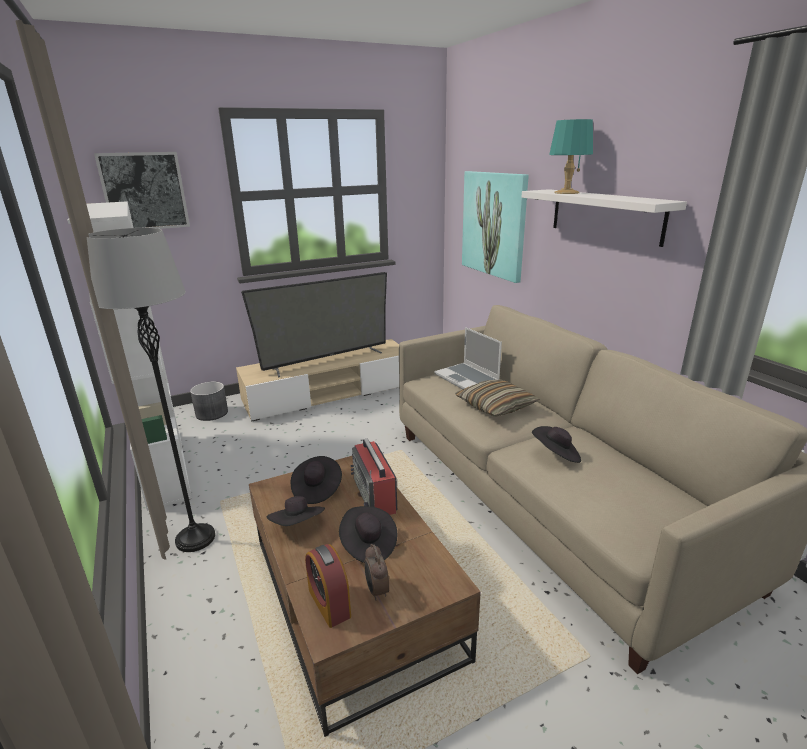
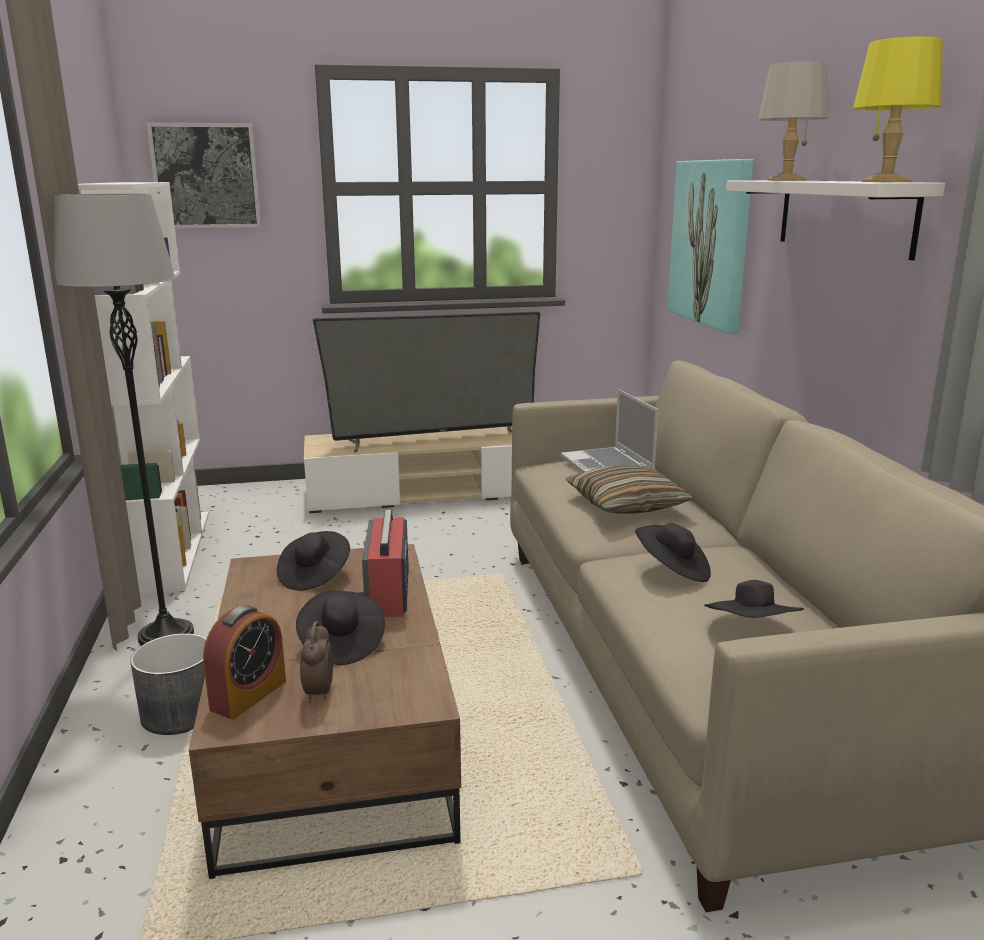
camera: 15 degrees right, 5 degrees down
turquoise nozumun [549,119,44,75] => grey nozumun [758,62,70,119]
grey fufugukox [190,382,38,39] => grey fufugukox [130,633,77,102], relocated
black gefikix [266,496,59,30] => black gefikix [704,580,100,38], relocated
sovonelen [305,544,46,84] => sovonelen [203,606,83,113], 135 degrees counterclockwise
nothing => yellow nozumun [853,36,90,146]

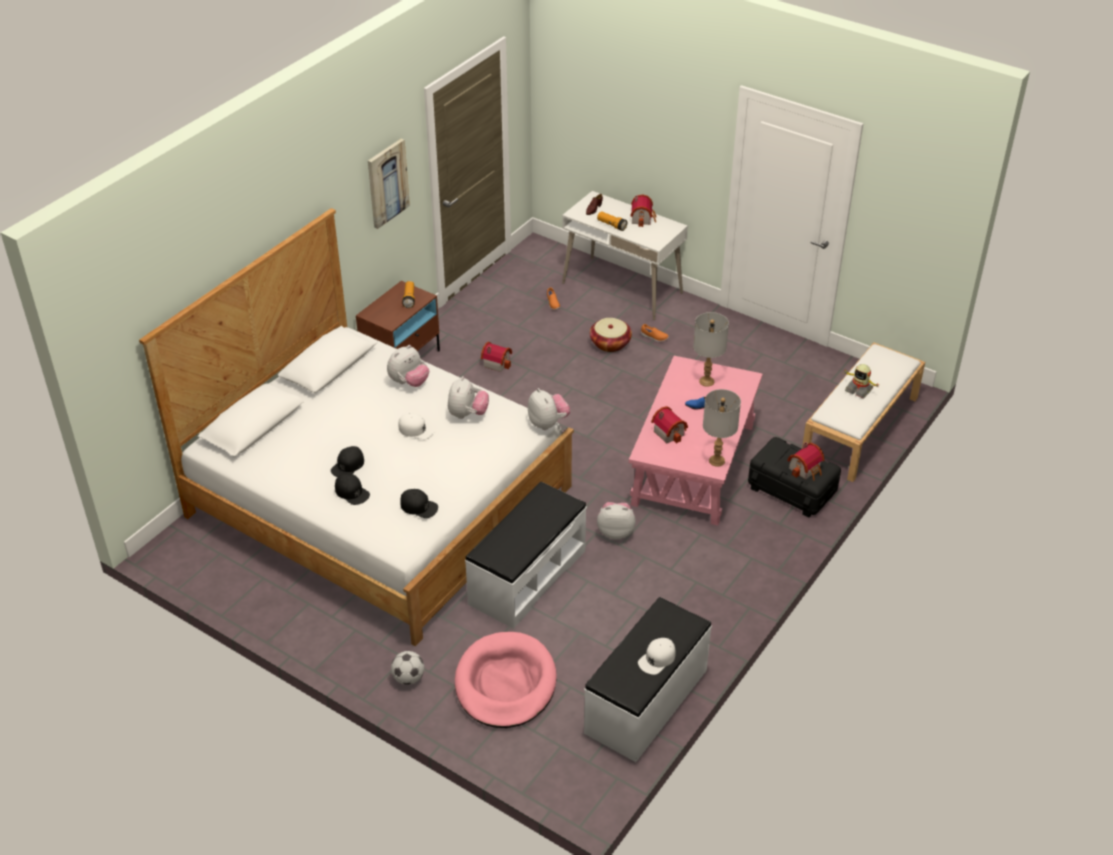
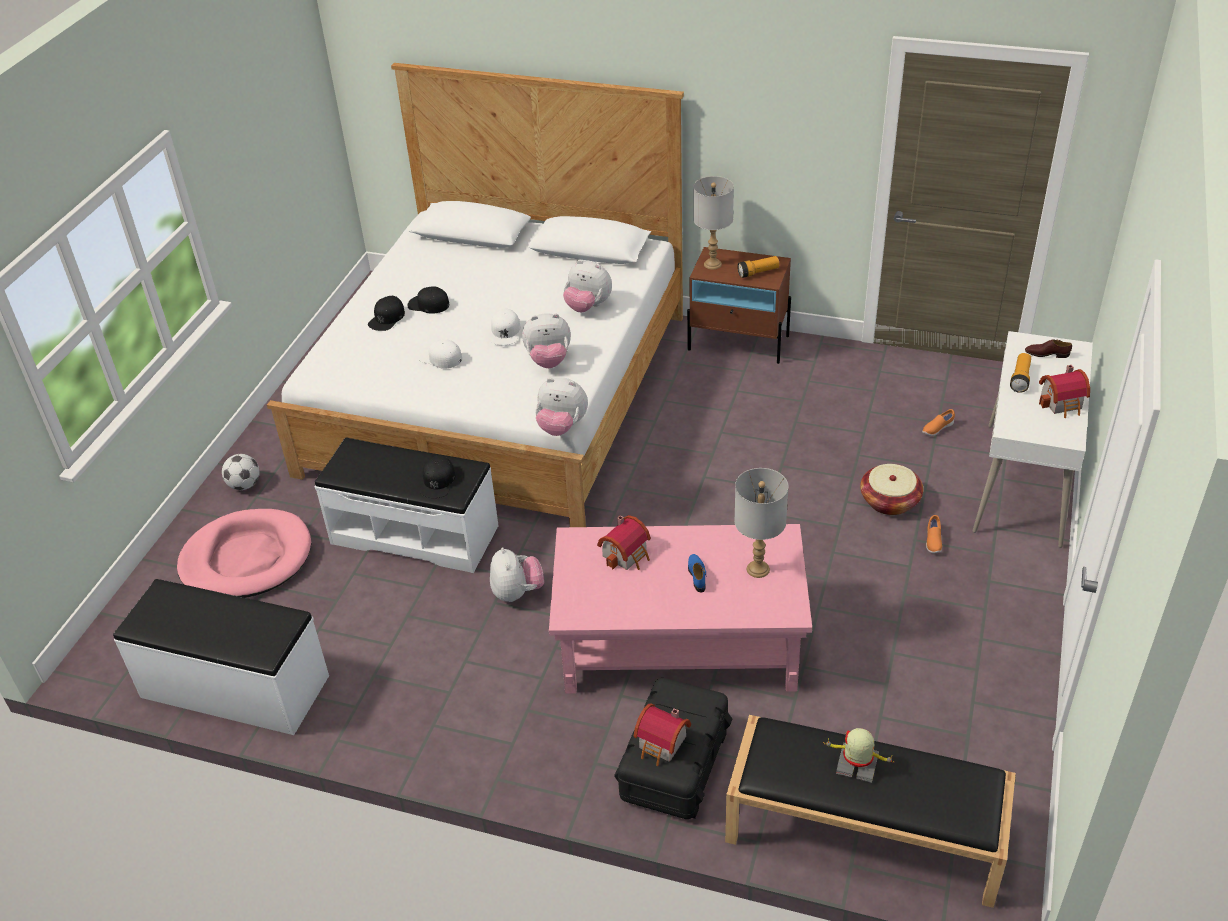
camera: 75 degrees right, 0 degrees up
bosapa [368,139,42,90] => nothing
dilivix [481,342,31,30] => nothing
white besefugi [802,343,123,139] => black besefugi [725,715,291,193]
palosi [845,364,34,35] => palosi [823,728,72,55], 90 degrees clockwise
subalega [528,388,42,42] => subalega [535,377,53,59], 60 degrees clockwise
grey nozumun [703,389,38,78] => grey nozumun [693,176,41,94], relocated
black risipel [401,489,37,29] => black risipel [420,455,36,43], relocated
white risipel [638,638,38,37] => white risipel [419,339,43,29], relocated

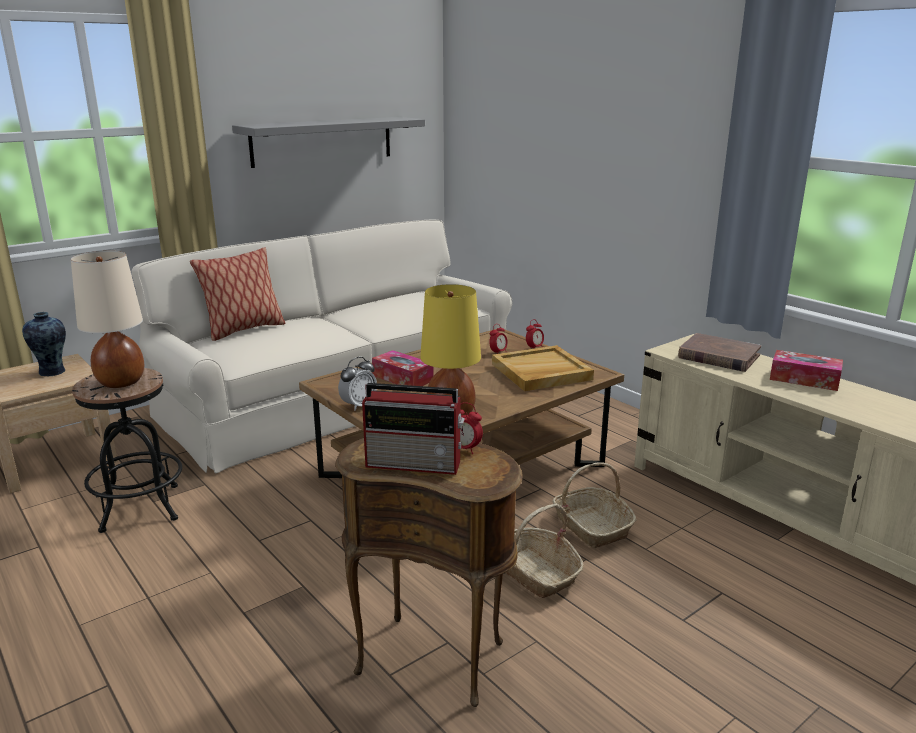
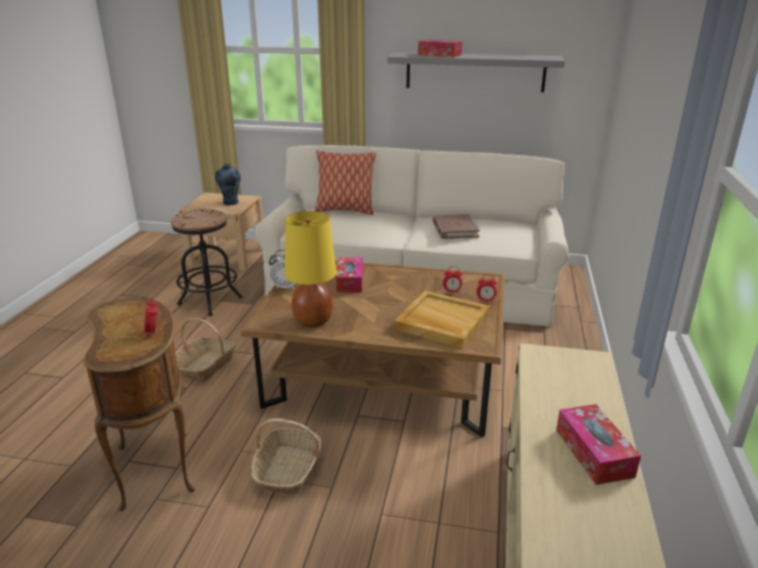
camera: 50 degrees right, 5 degrees up
beige nozumun [71,251,73,137] => nothing
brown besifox [678,333,83,39] => brown besifox [433,214,47,25], relocated
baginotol [362,383,103,92] => nothing
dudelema [552,463,85,85] => dudelema [175,318,61,64], relocated
nothing => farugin [418,39,44,18]

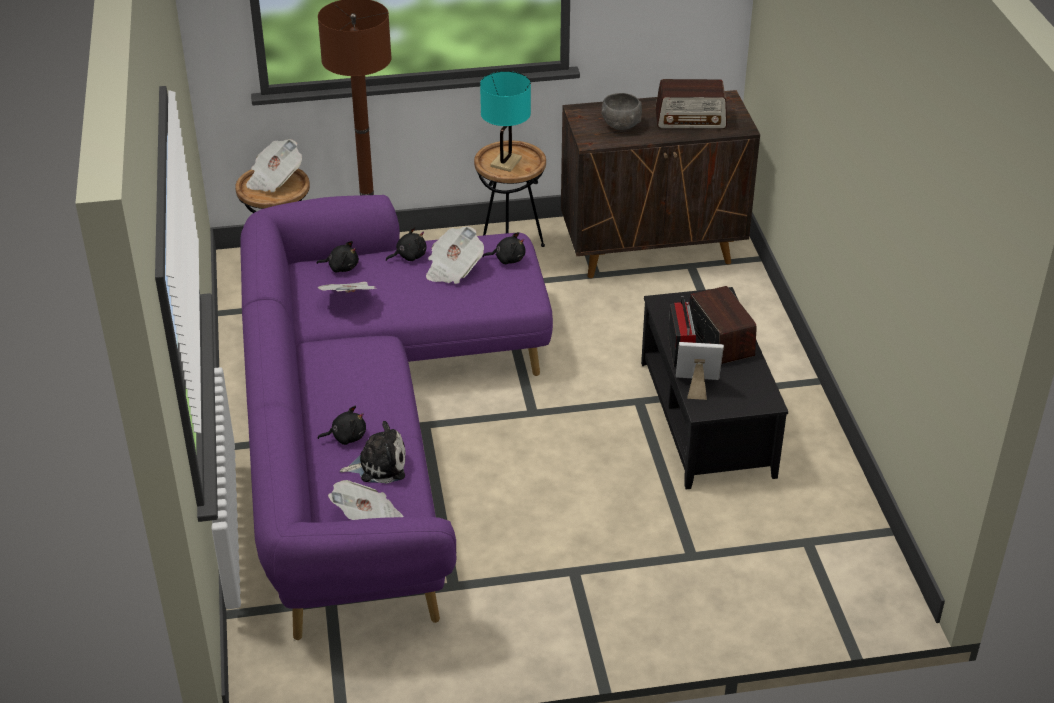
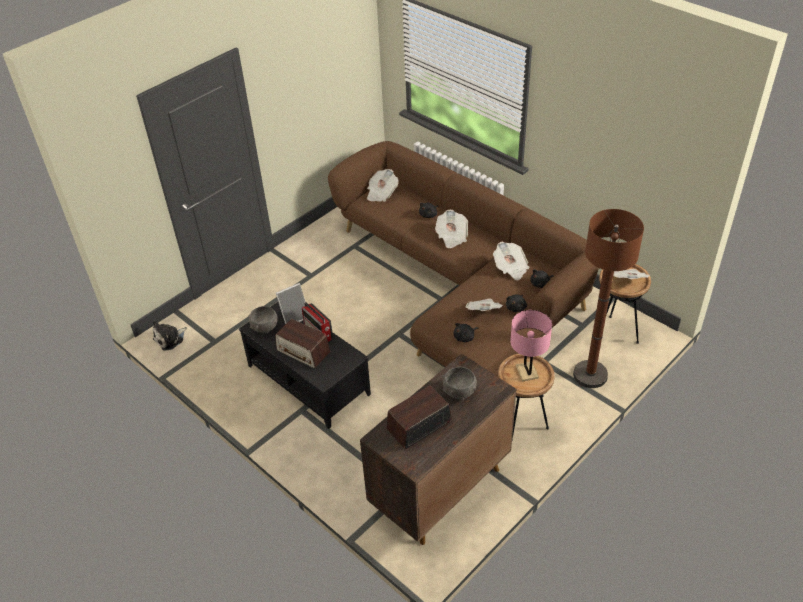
camera: 145 degrees right, 5 degrees up
turquoise nozumun [480,71,51,101] => pink nozumun [510,310,42,72]
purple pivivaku [240,195,313,445] => brown pivivaku [328,141,271,236]
subalega [340,421,66,63] => subalega [153,320,34,31], relocated
nothing => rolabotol [435,210,33,38]
nothing => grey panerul [248,306,30,27]

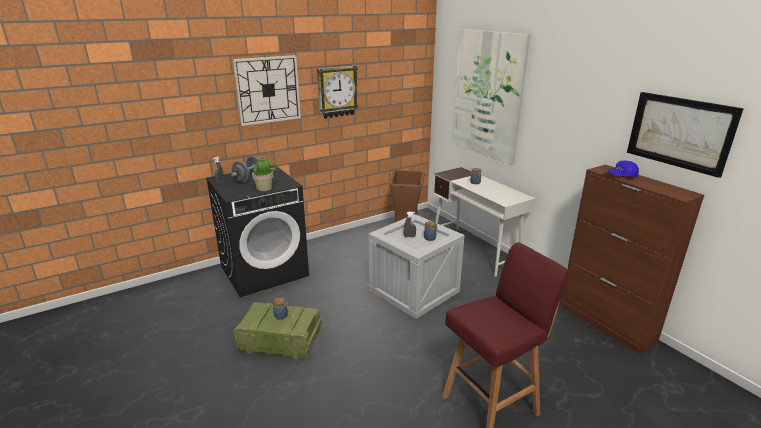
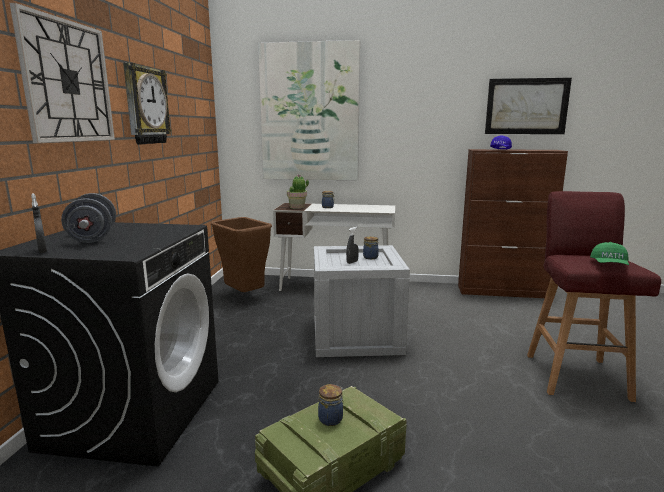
camera: 50 degrees left, 10 degrees down
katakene [252,157,25,34] => katakene [287,175,22,34], relocated
nothing => green risipel [590,242,39,23]

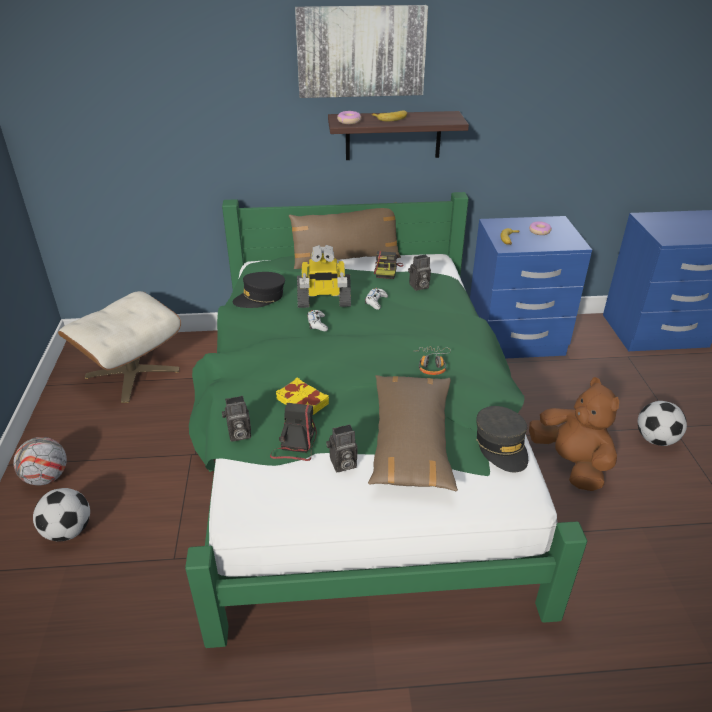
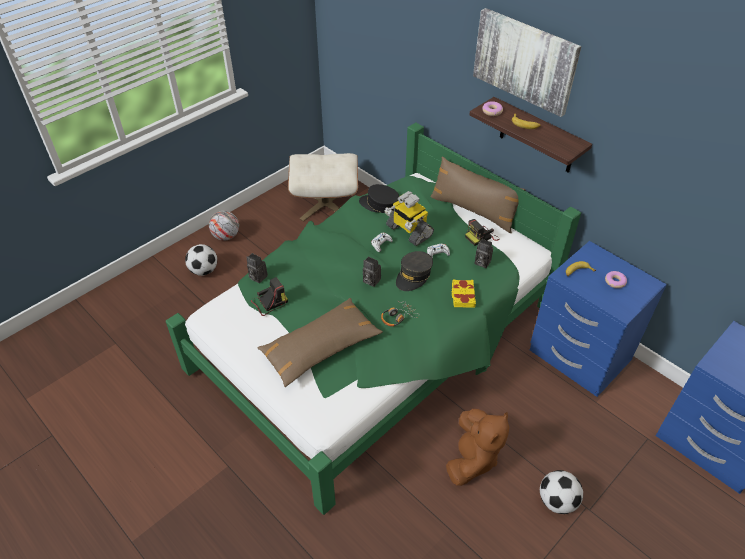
camera: 50 degrees right, 10 degrees up
yellow besifox [276,378,53,38] => yellow besifox [452,279,24,29], relocated
grey risipel [476,406,52,66] => grey risipel [396,251,37,40], relocated
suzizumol [326,424,31,48] => suzizumol [363,256,18,31], relocated

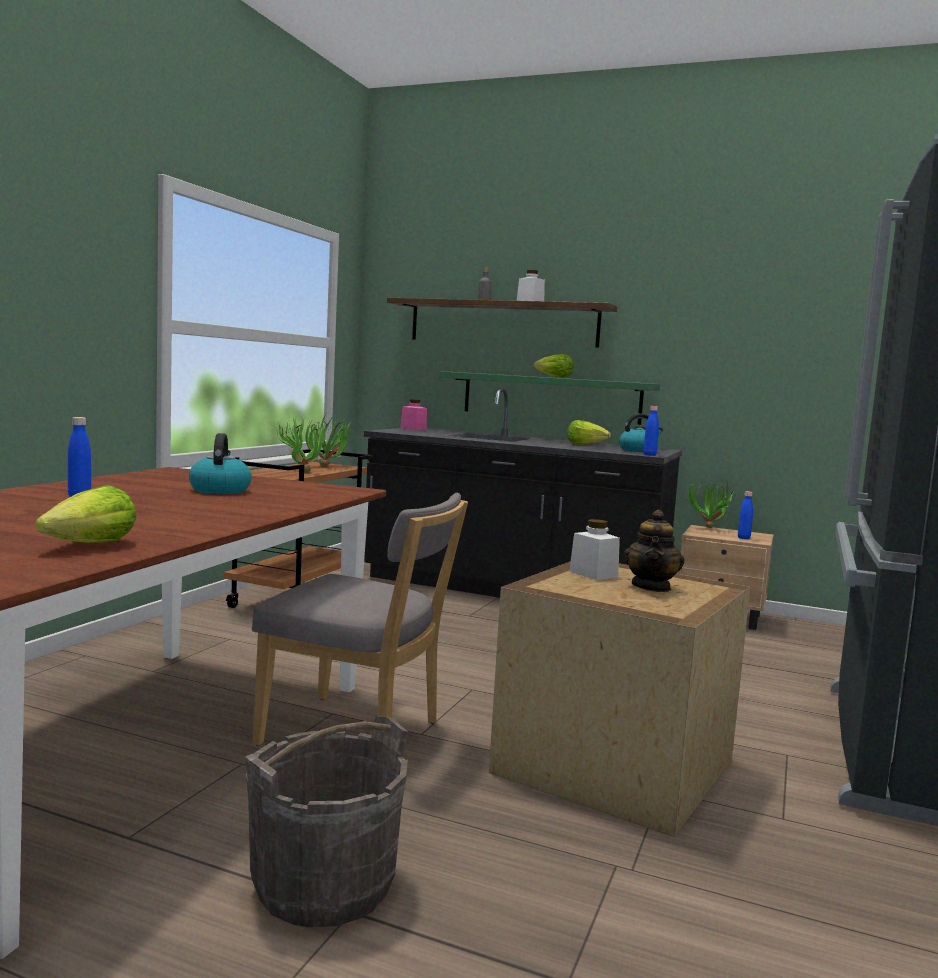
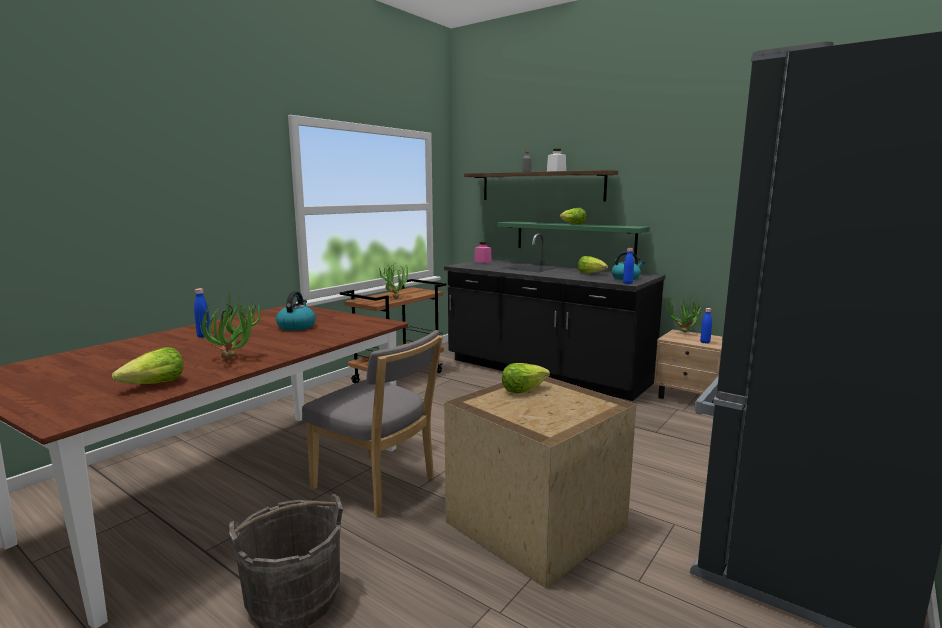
camera: 15 degrees right, 5 degrees up
katakene [306,413,46,53] => katakene [200,293,61,66], relocated
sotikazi [624,510,61,82] => nothing
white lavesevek [569,519,51,61] => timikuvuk [502,363,48,31]

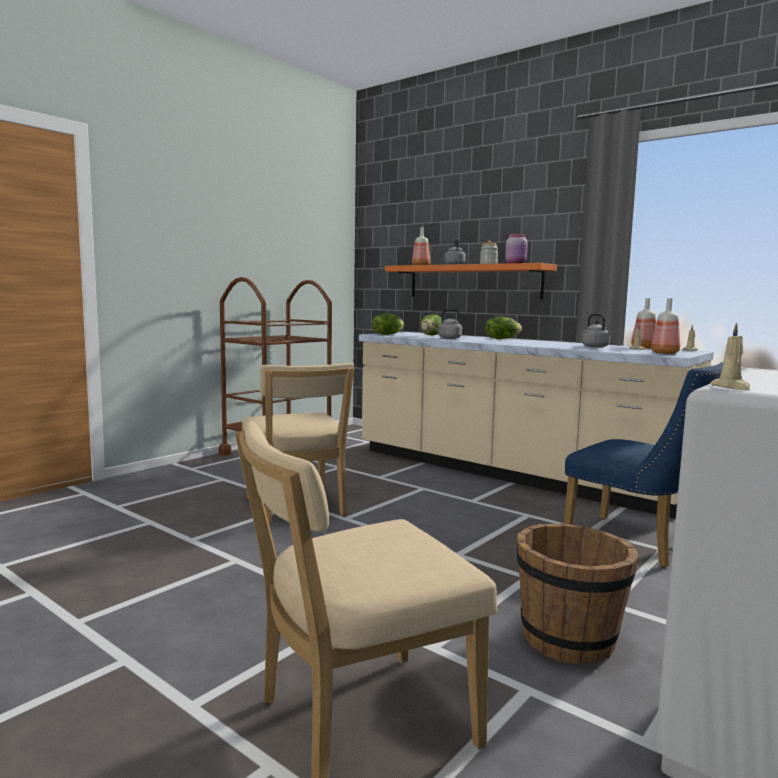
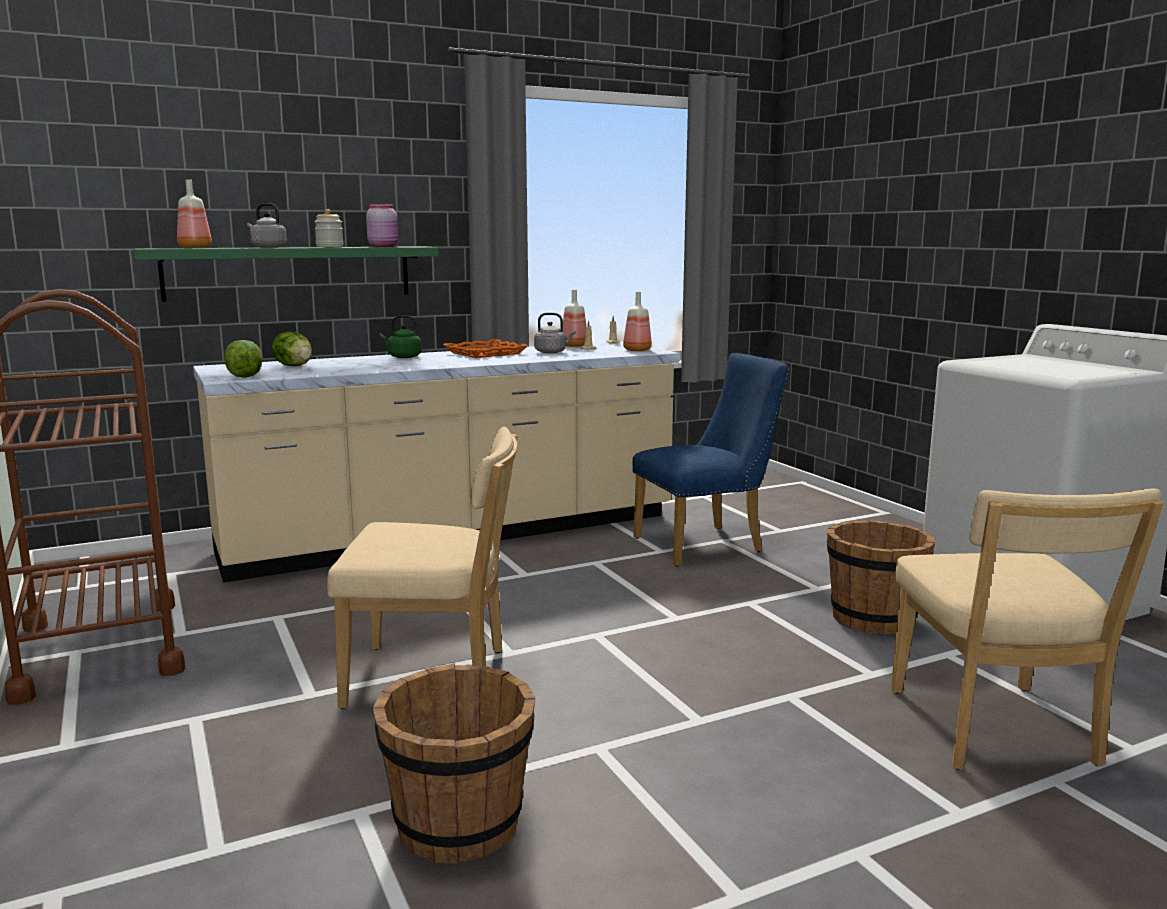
camera: 65 degrees left, 5 degrees up
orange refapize [385,263,172,36] => green refapize [134,246,305,56]
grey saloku [432,309,30,30] => nothing
timikuvuk [485,317,37,22] => green saloku [380,316,42,42]
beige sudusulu [710,323,40,67] => nothing
nothing => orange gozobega [443,339,85,19]
nothing => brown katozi [373,663,163,201]

